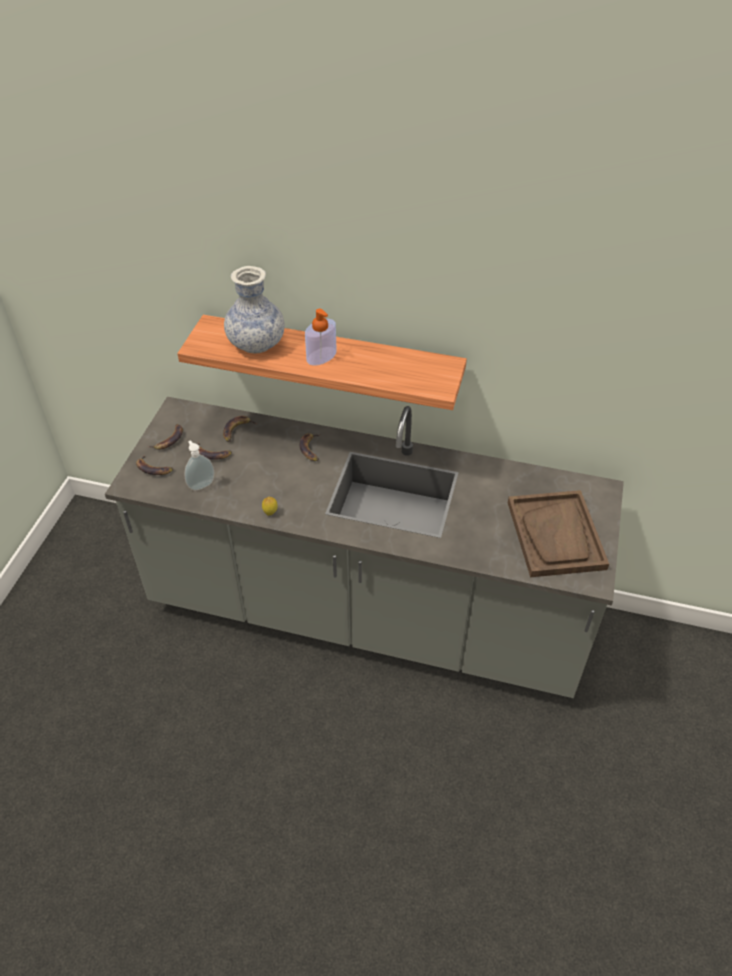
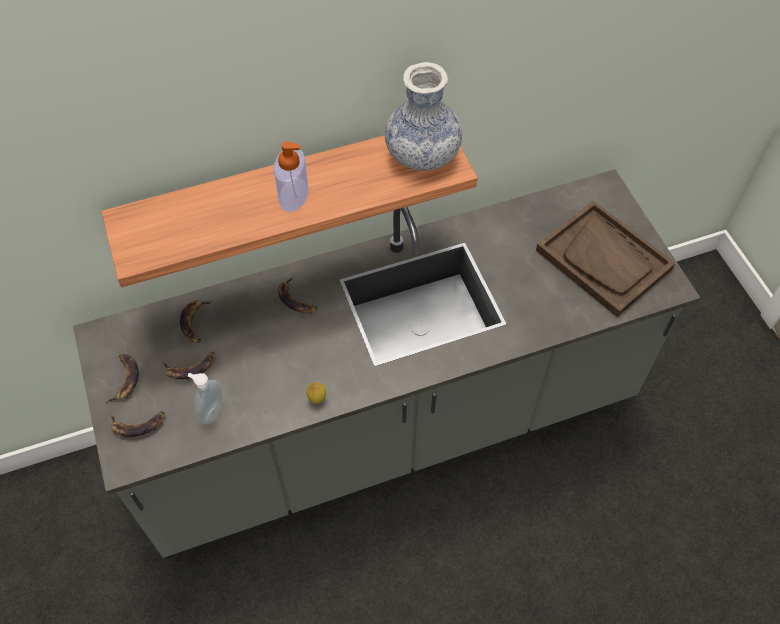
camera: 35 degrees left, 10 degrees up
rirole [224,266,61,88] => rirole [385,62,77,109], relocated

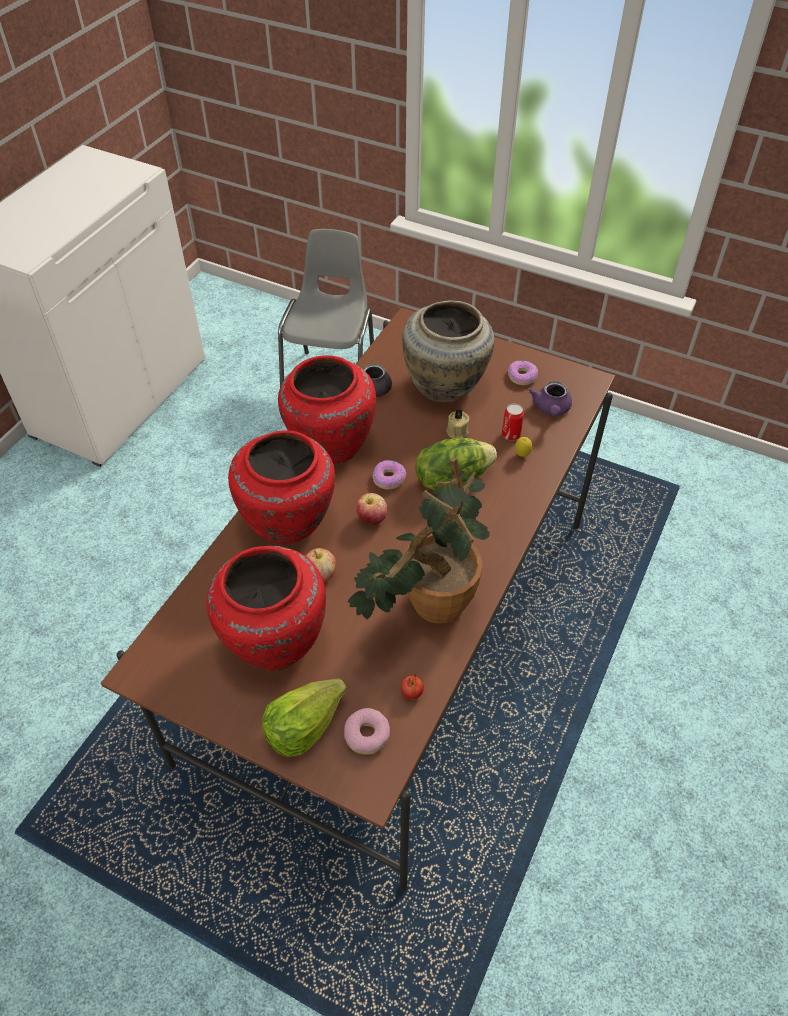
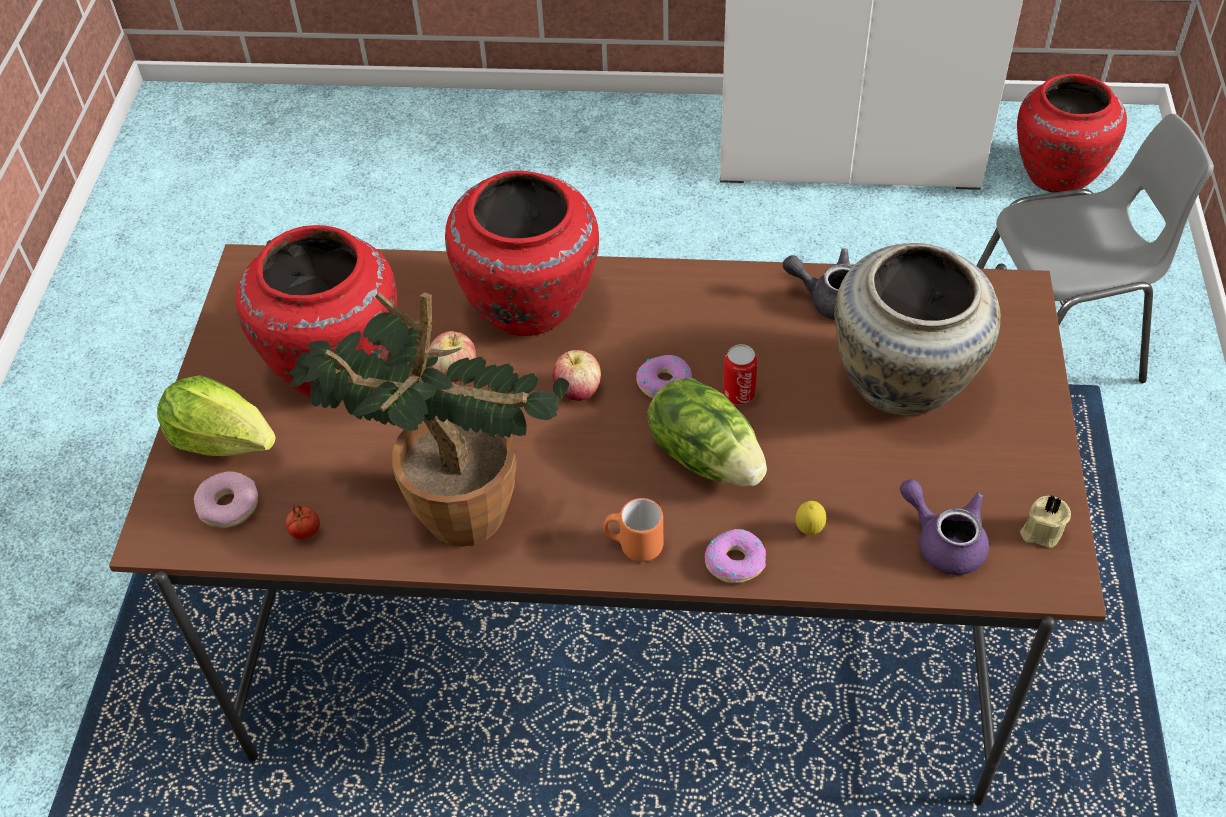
camera: 70 degrees right, 0 degrees up
red rirole [278,355,98,109] => red rirole [1017,74,110,119], relocated
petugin [508,361,30,24] => petugin [705,529,61,54], relocated
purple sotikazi [529,381,43,35] => purple sotikazi [900,479,89,96], 60 degrees clockwise
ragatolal [502,403,22,38] => ragatolal [723,344,34,61], relocated
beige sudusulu [446,409,23,30] => beige sudusulu [1020,495,51,53], relocated
nothing => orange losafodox [604,498,59,64]

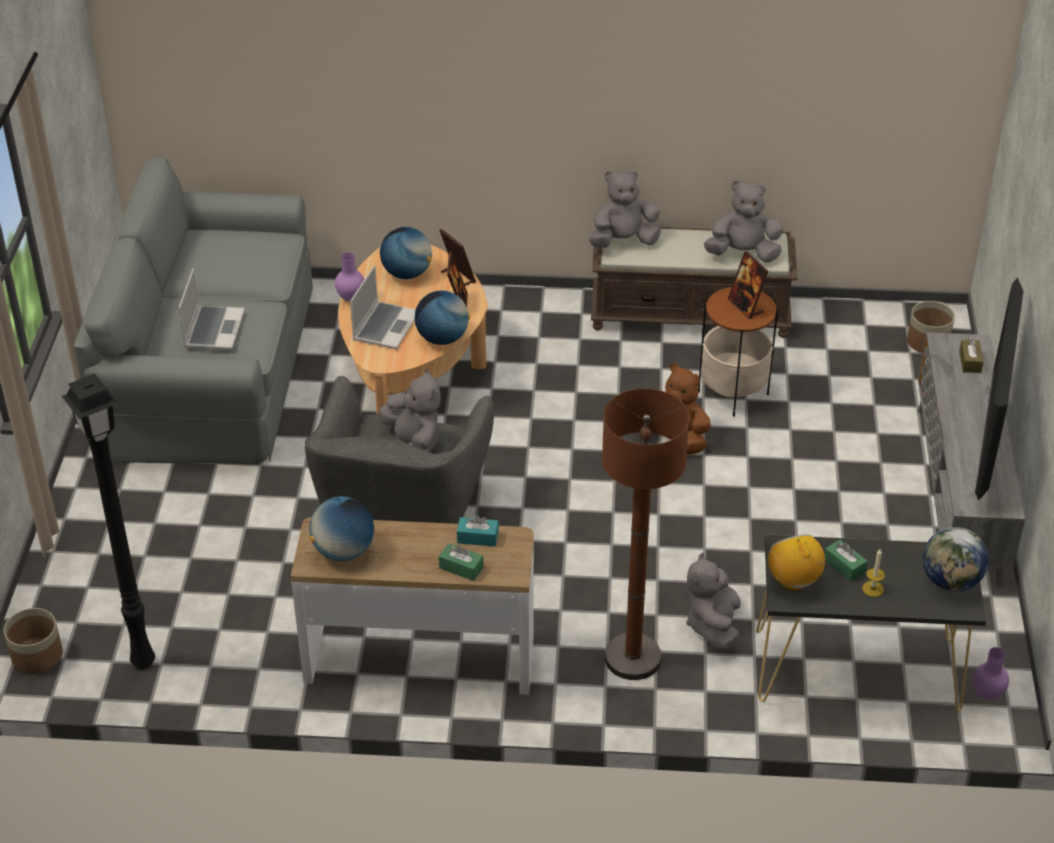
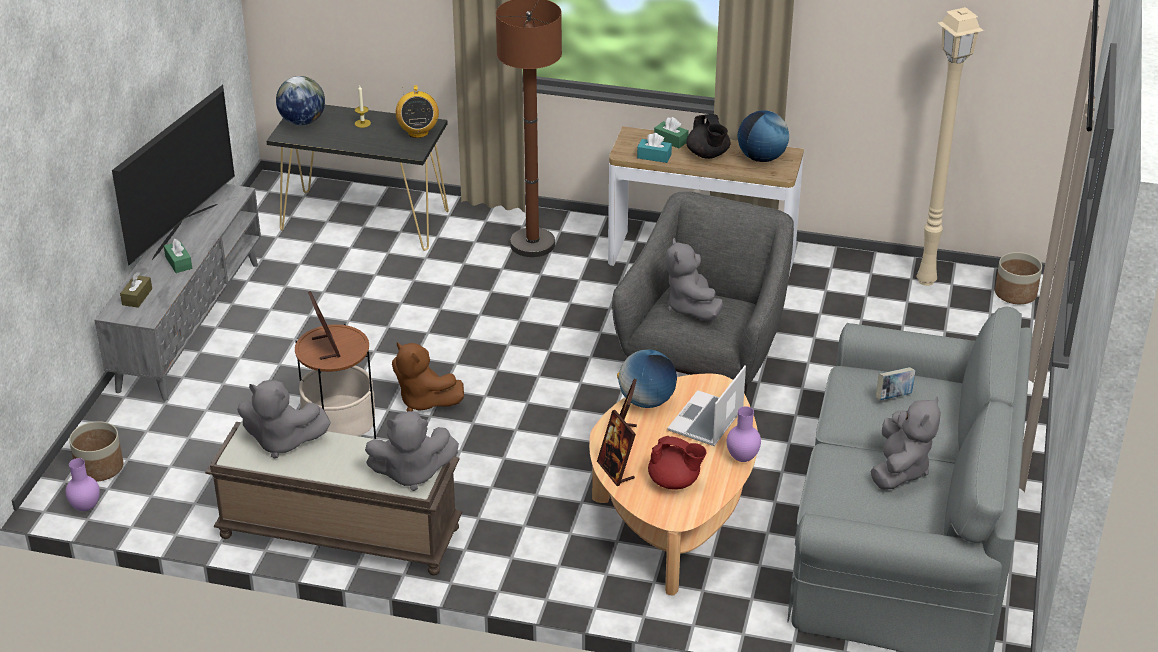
camera: 170 degrees left, 5 degrees down
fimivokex [380,227,52,52] => red sotikazi [648,436,58,54]
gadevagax [179,268,66,82] => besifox [876,367,39,33]
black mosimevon [62,373,93,296] => beige mosimevon [917,7,67,279]
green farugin [825,539,43,43] => green farugin [164,239,28,34], relocated
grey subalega [686,553,55,98] => grey subalega [871,396,70,94], relocated
purple rirole [973,647,36,53] => purple rirole [65,458,35,53], relocated
nothing => black sotikazi [686,114,45,45]

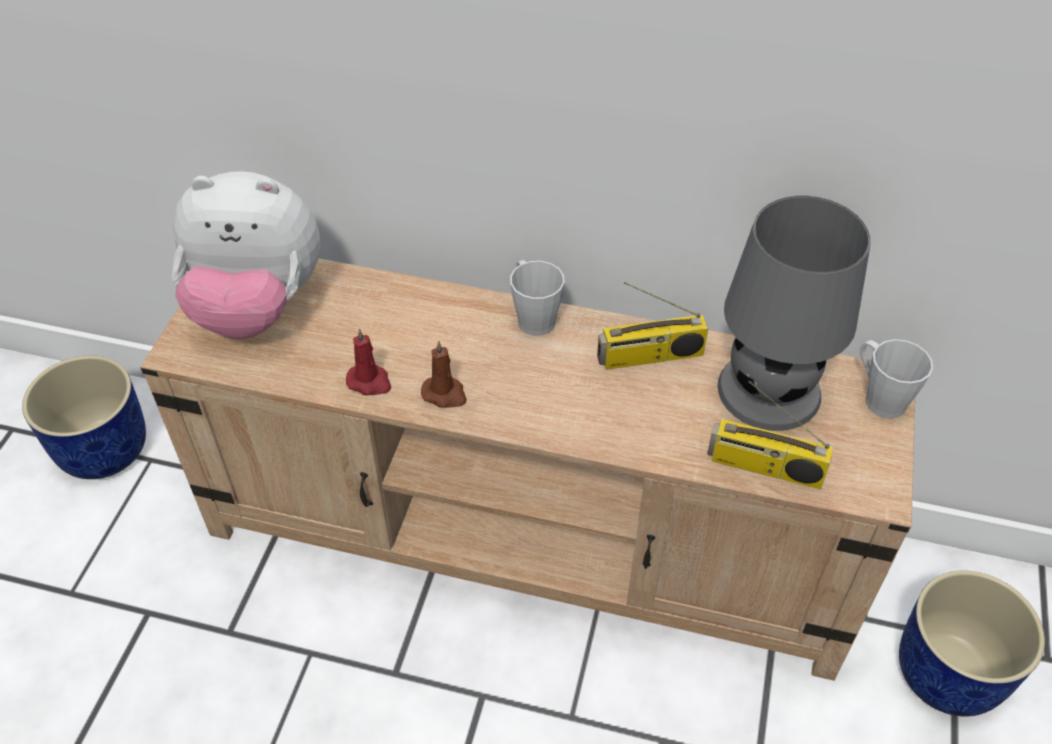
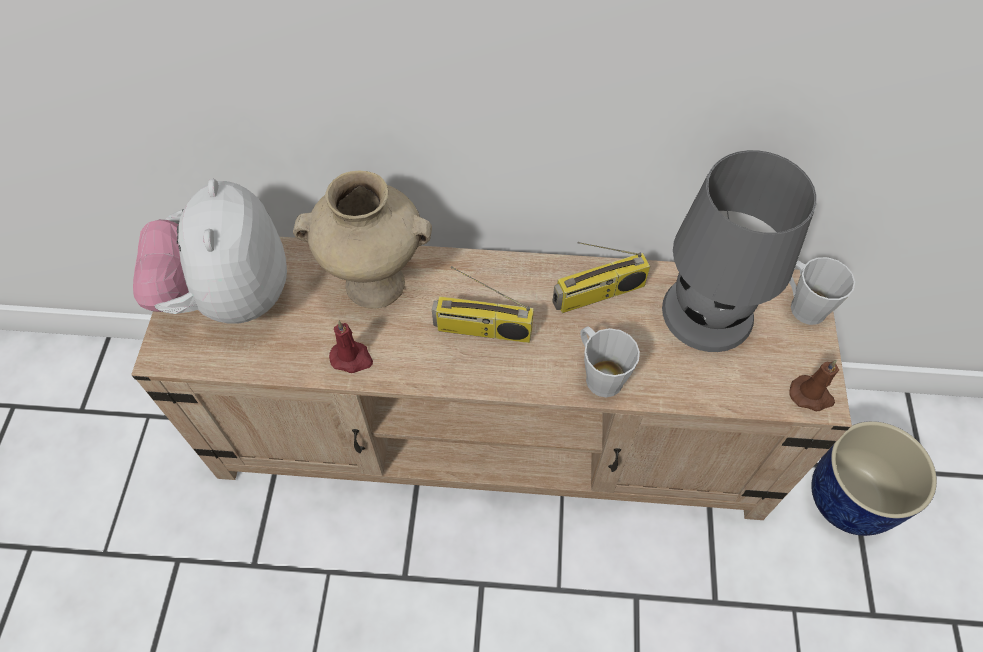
camera: 10 degrees left, 10 degrees up
subalega [172,171,148,168] => subalega [133,179,154,145], 90 degrees clockwise
grey losafodox [510,260,55,76] => grey losafodox [580,326,60,71], relocated
brown sudusulu [421,340,46,68] => brown sudusulu [789,360,50,51], relocated
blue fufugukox [22,355,124,124] => nothing
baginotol [707,381,126,109] => baginotol [432,266,102,77], relocated
nothing => beige rirole [293,171,139,138]

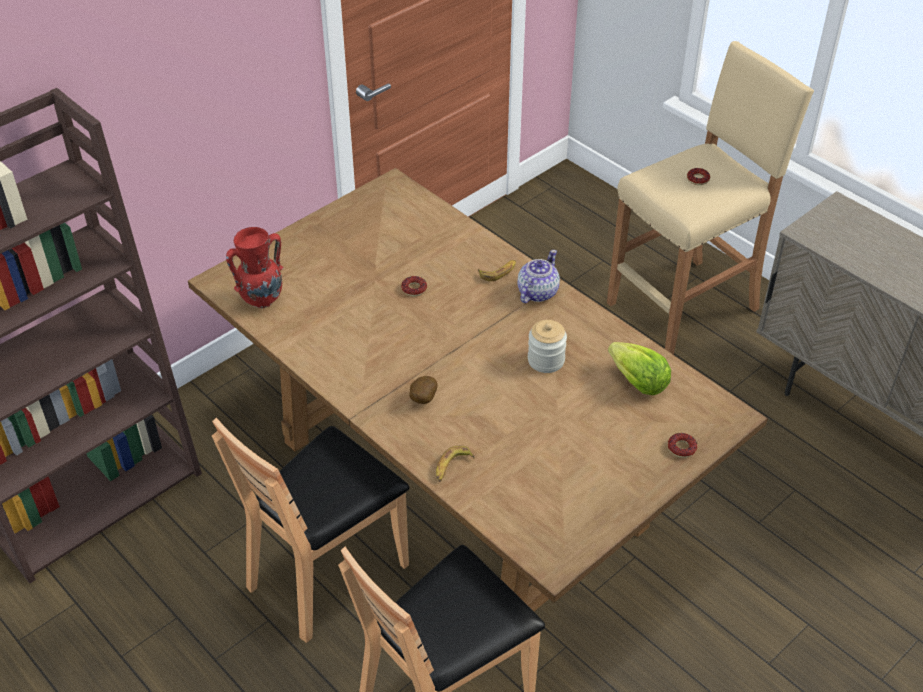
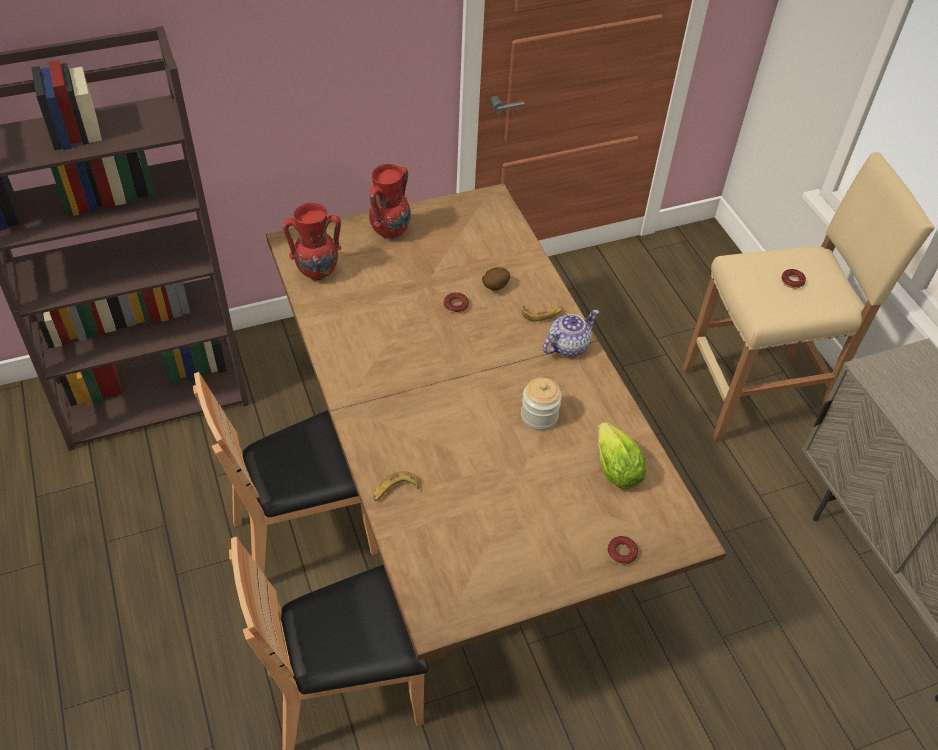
camera: 20 degrees right, 5 degrees up
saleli [409,376,28,28] => saleli [482,267,28,24], relocated
nothing => red rirole [369,164,42,75]

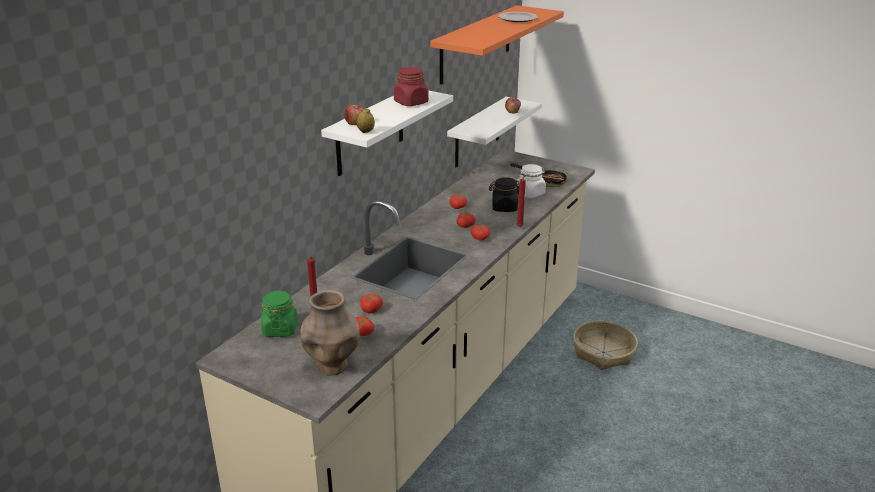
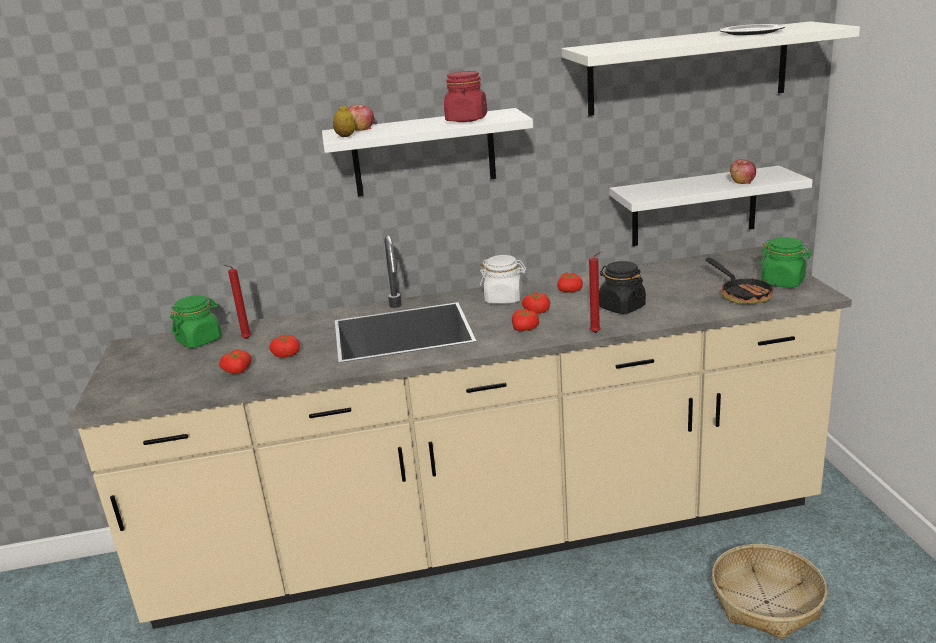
camera: 50 degrees right, 5 degrees down
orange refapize [430,5,134,80] => white refapize [562,21,298,95]
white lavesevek [516,164,30,34] => white lavesevek [480,255,46,49], relocated
brown rirole [300,290,60,86] => nothing
nothing => green lavesevek [759,237,53,51]

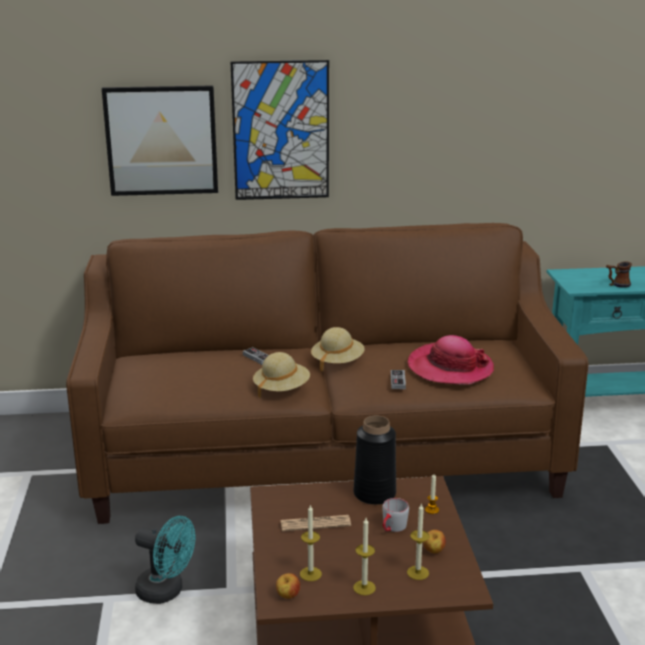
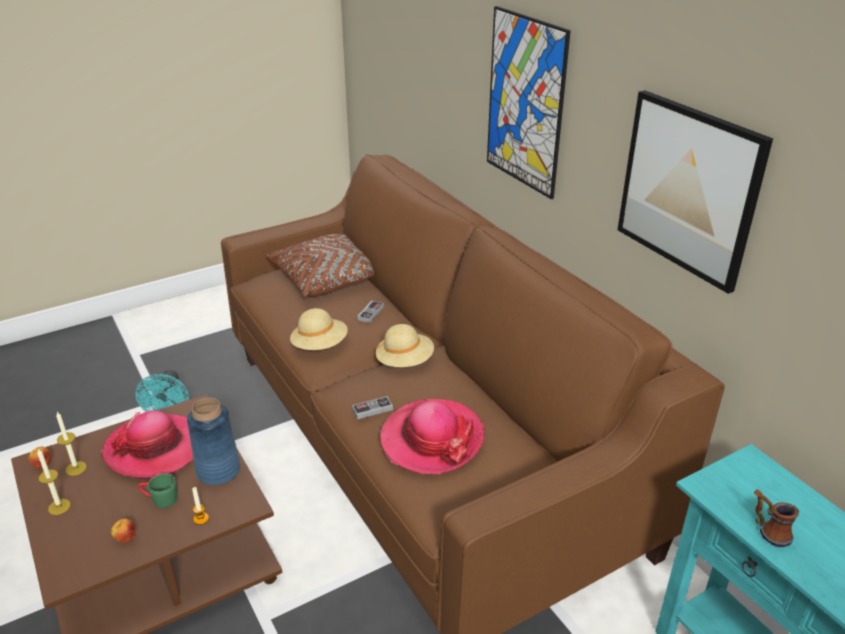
camera: 65 degrees right, 10 degrees up
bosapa [102,85,116,111] => bosapa [618,90,155,204], relocated
black rirole [353,416,43,89] => blue rirole [187,398,53,87]
grey losafodox [382,498,27,34] => green losafodox [138,473,40,35]
sudusulu [407,503,22,77] => nothing
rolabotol [280,515,71,16] => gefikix [101,411,92,69]
nothing => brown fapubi [267,234,107,63]

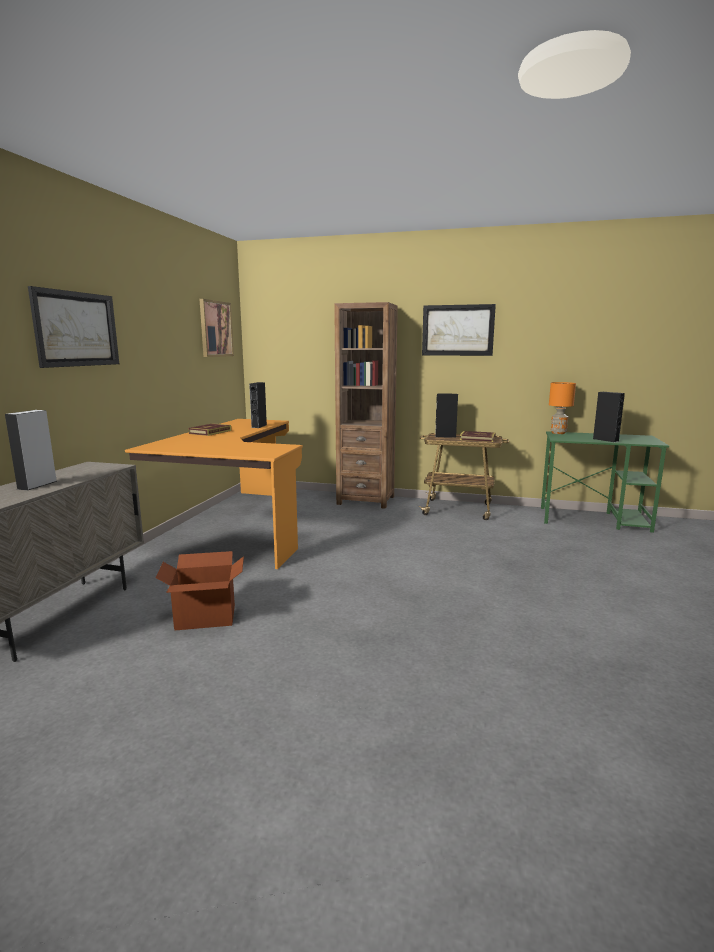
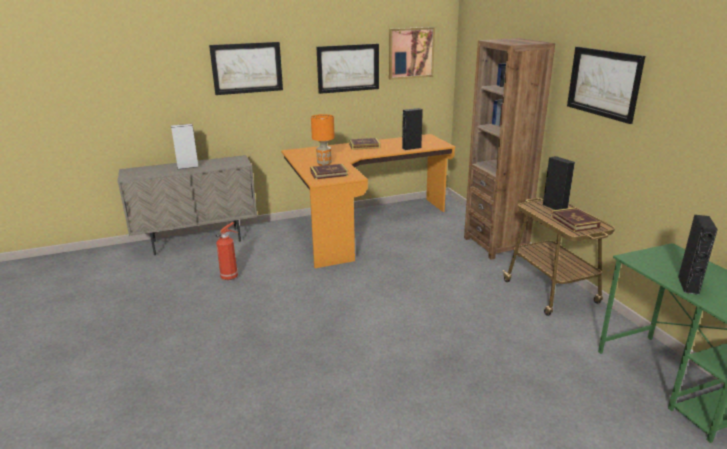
camera: 55 degrees right, 10 degrees up
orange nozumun [549,382,27,52] => orange nozumun [311,114,24,52], relocated
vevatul [156,551,88,79] => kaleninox [215,222,24,58]
nothing => bosapa [316,44,63,50]
nothing => besifox [310,164,38,16]

